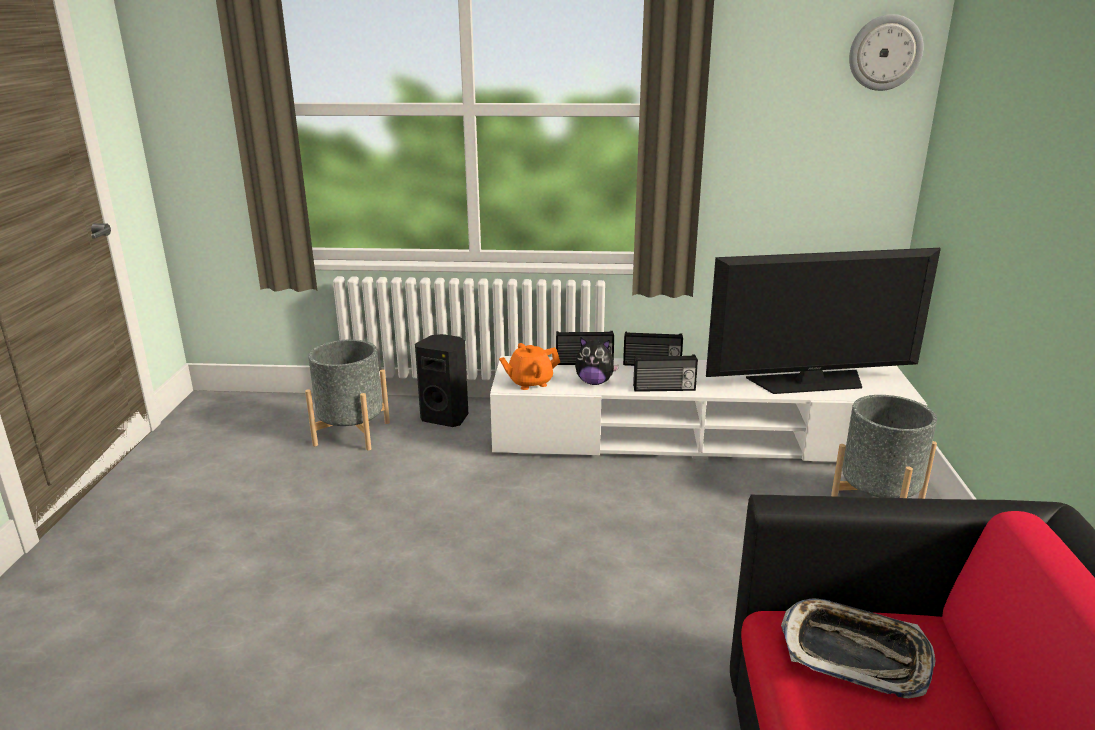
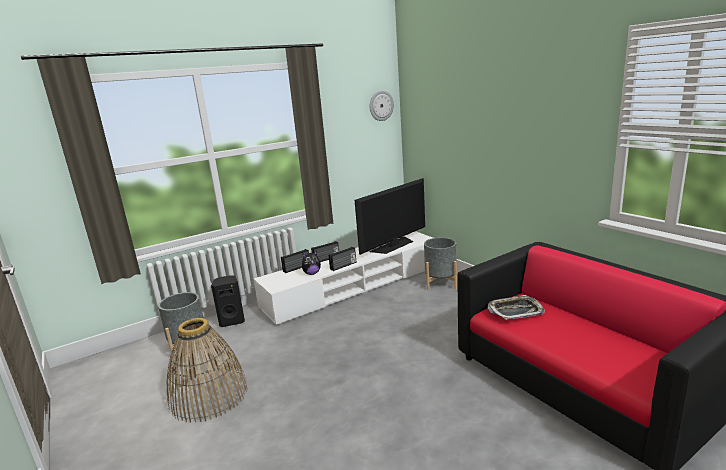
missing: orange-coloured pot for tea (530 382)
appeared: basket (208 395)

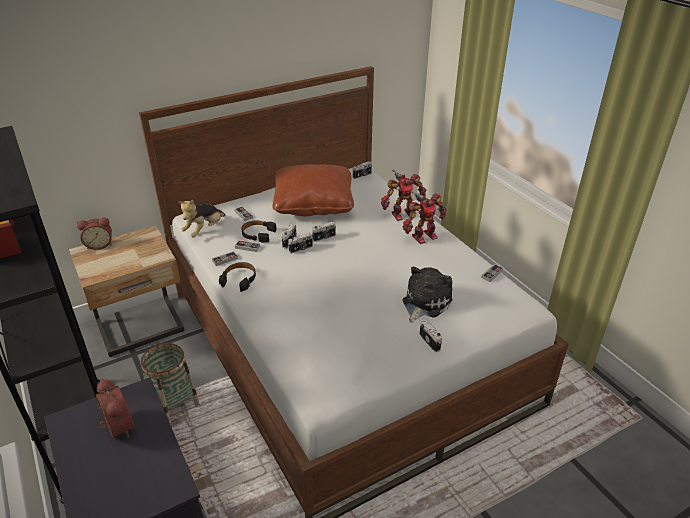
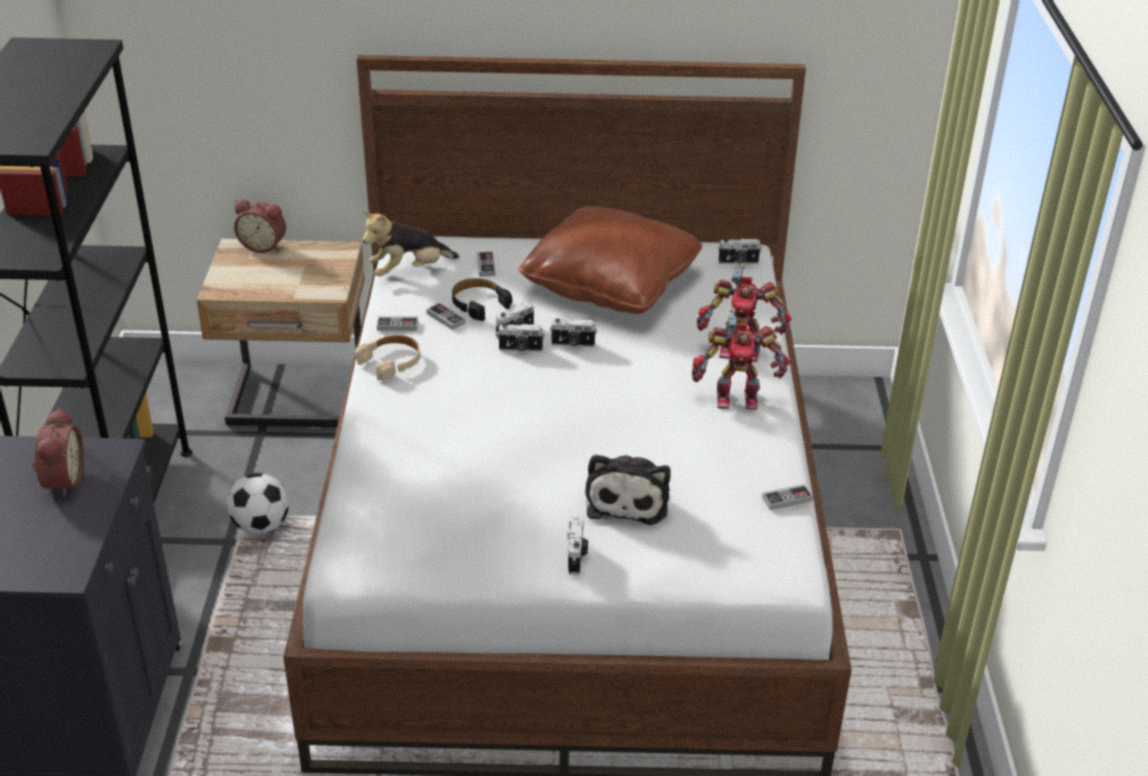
exchanged: basket (174 404) to football (261 526)
colour: blackish headset (239 279) to sand-coloured headset (391 362)
spun: soft toy (424 303) = (628 499) 120 degrees clockwise

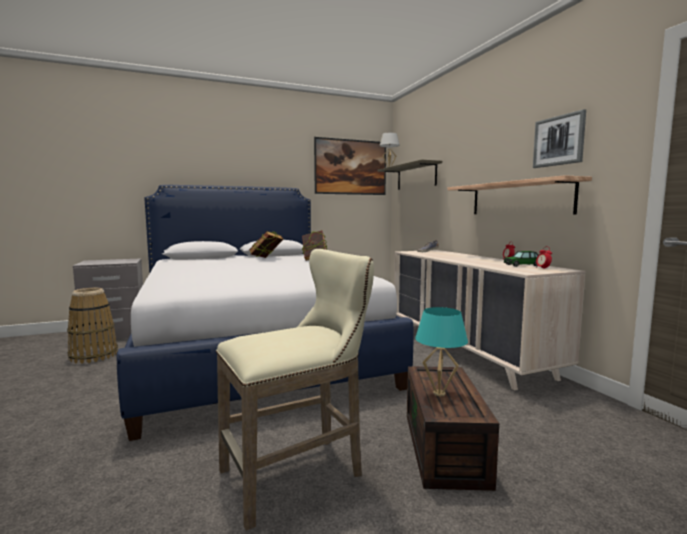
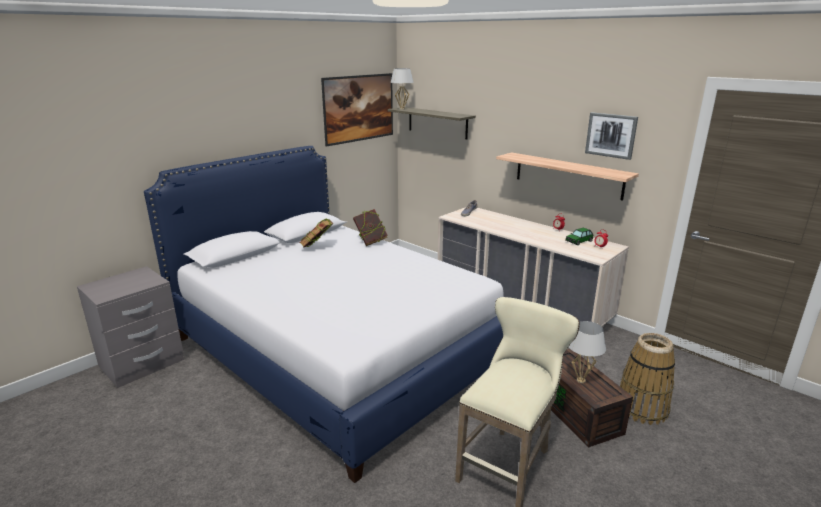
relocated: basket (93 356) to (641 408)
colour: turquoise-coloured table lamp (439 393) to white table lamp (581 380)

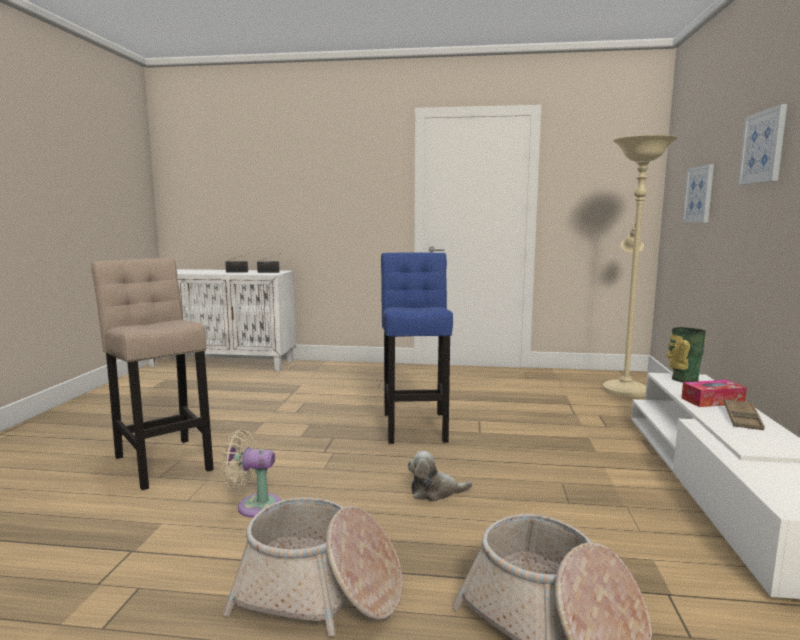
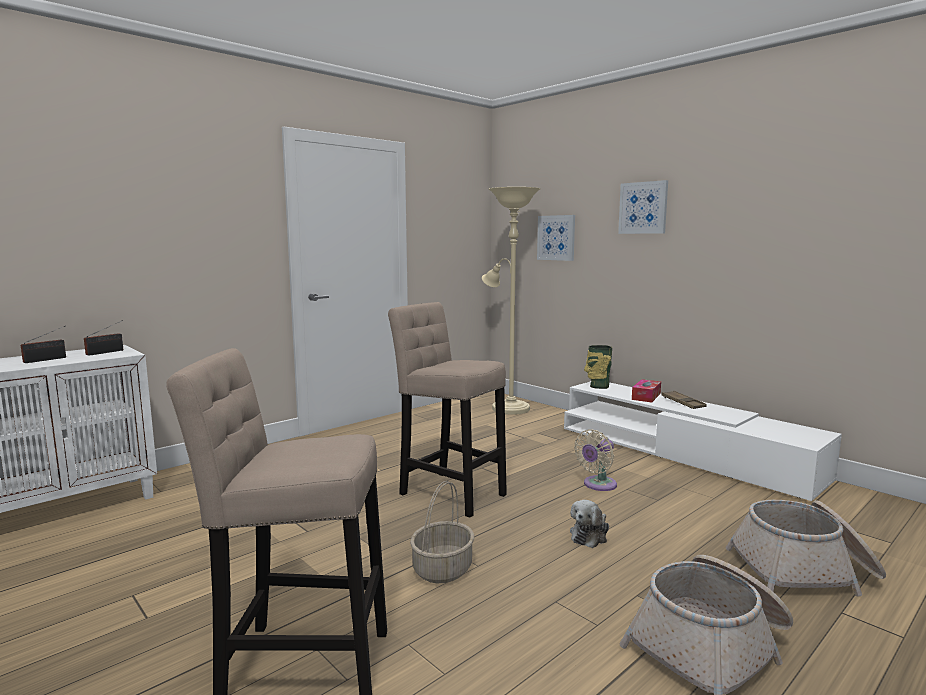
appeared: basket (442 569)
relocated: sand-coloured fan (254 506) to (597 485)
colour: blue stool (415 425) to sand-coloured stool (449 492)

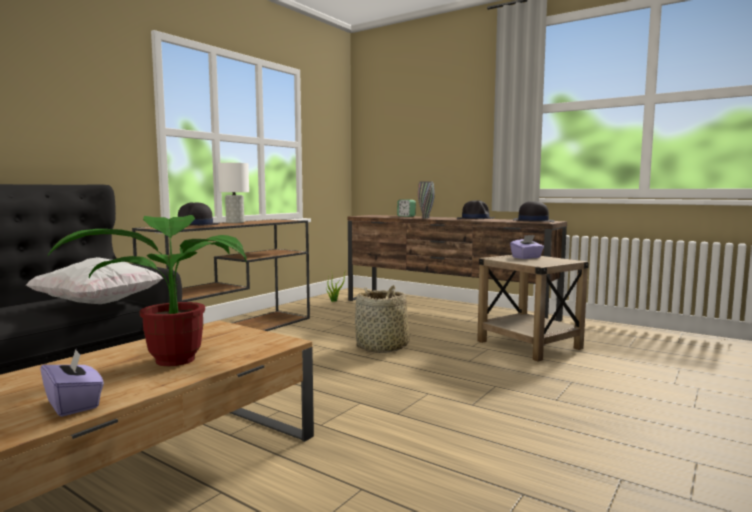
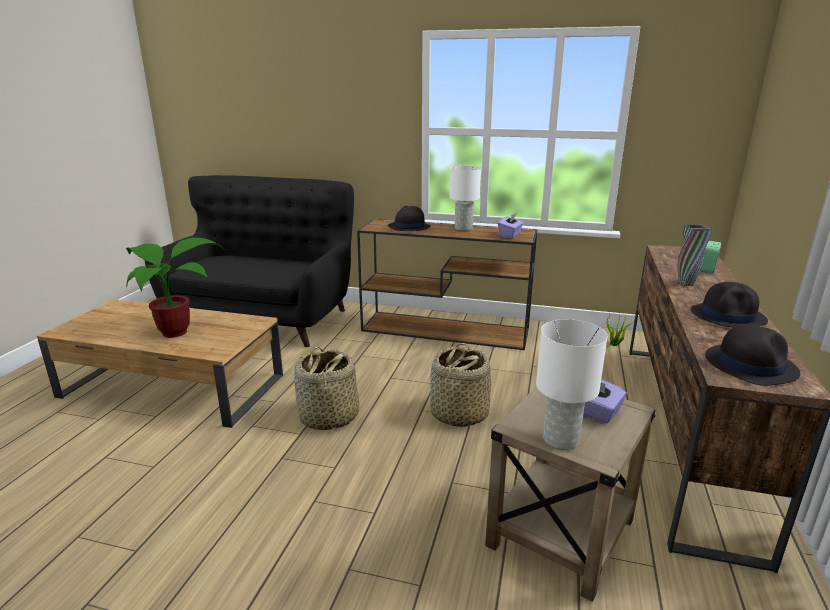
missing: white pillow (99 304)
appeared: basket (328 417); white table lamp (562 439)
relocated: purple-coloured box of tissues (74 404) to (510 235)

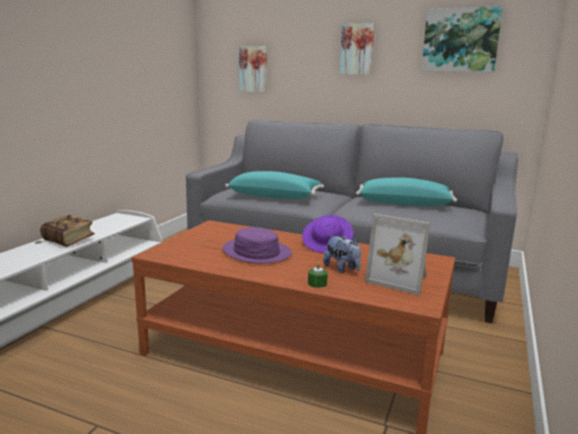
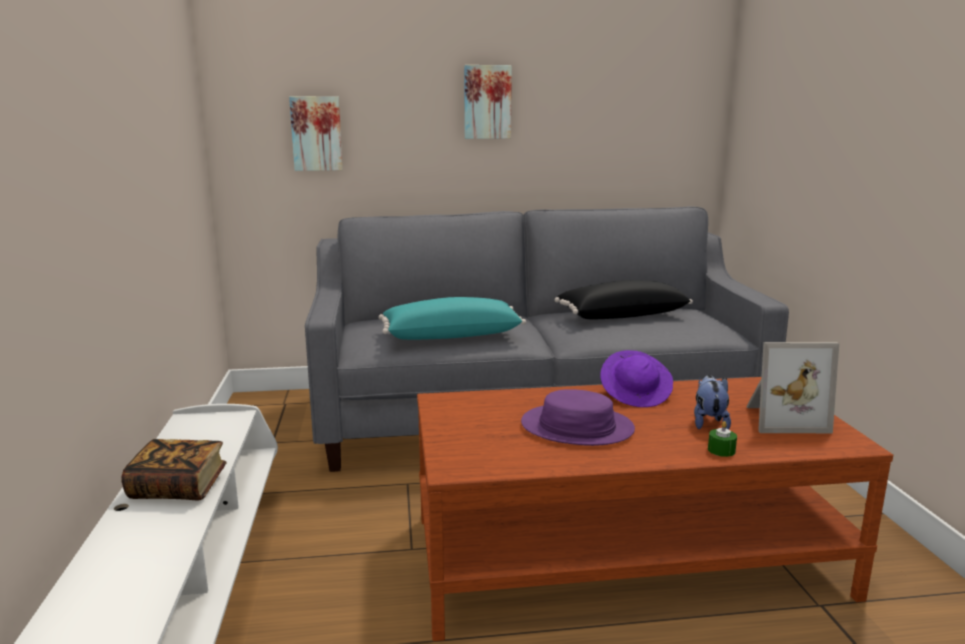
missing: wall art (460 40)
colour: turquoise-coloured pillow (404 203) to blackish pillow (621 315)
spun: soft toy (342 269) = (709 422) 105 degrees counterclockwise

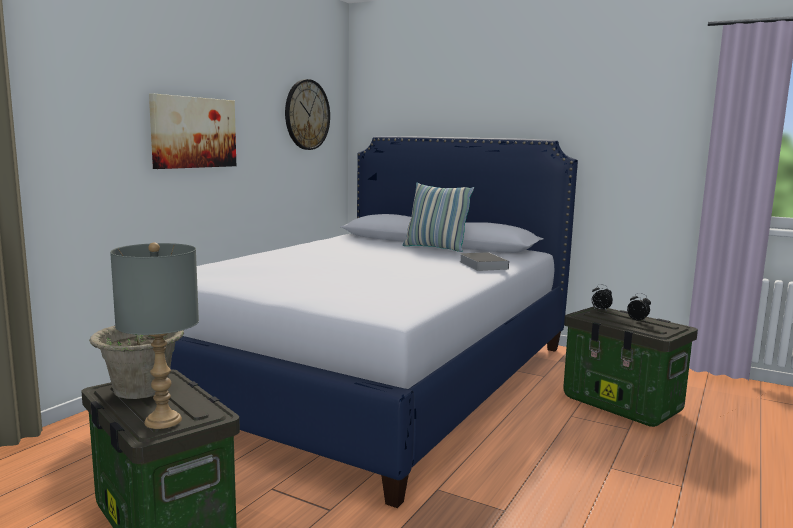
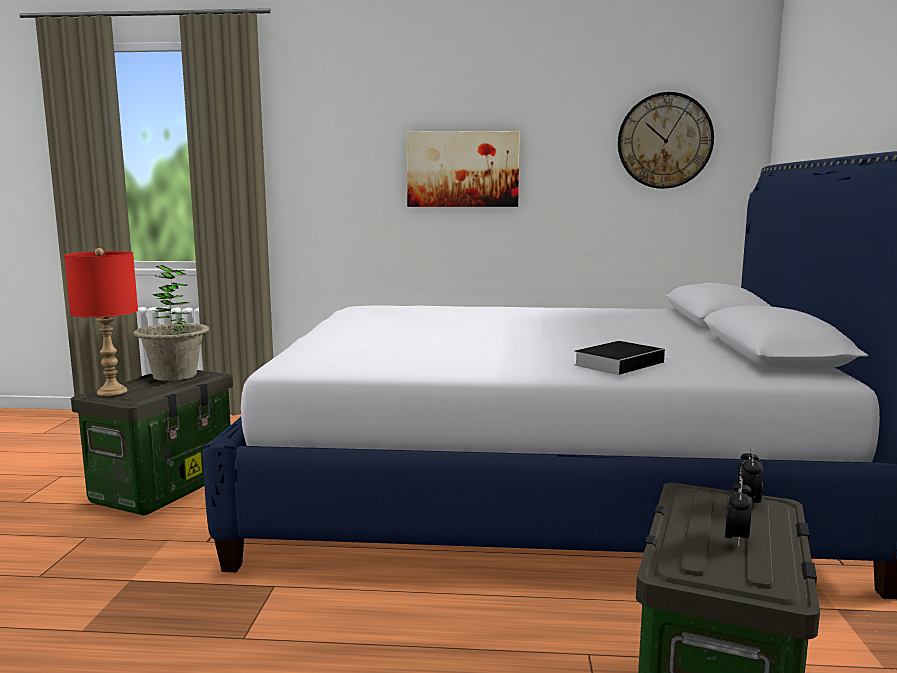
missing: pillow (435 248)
colour: greyish table lamp (164 420) to reddish table lamp (112 392)

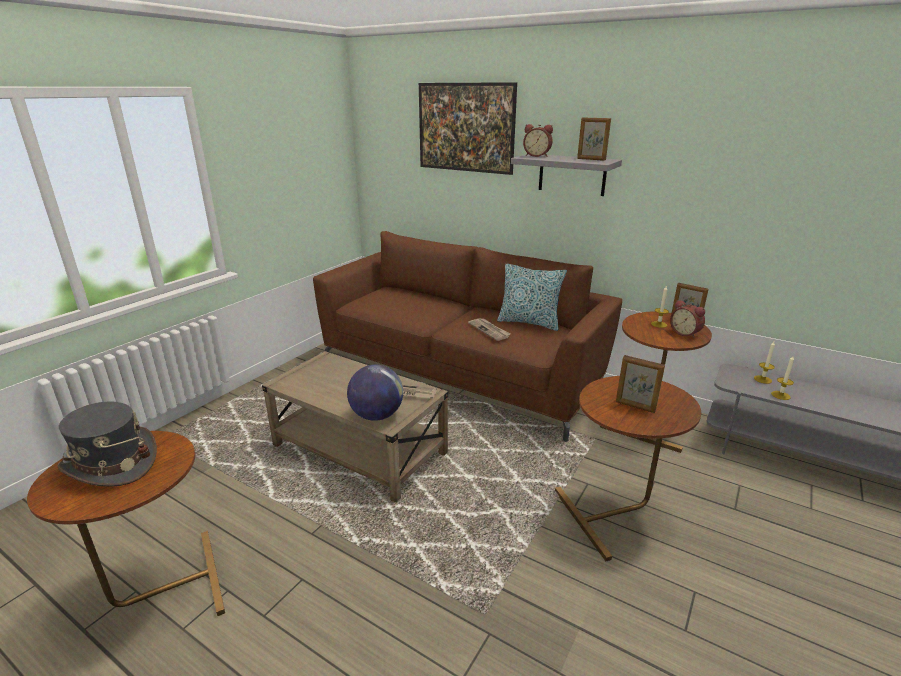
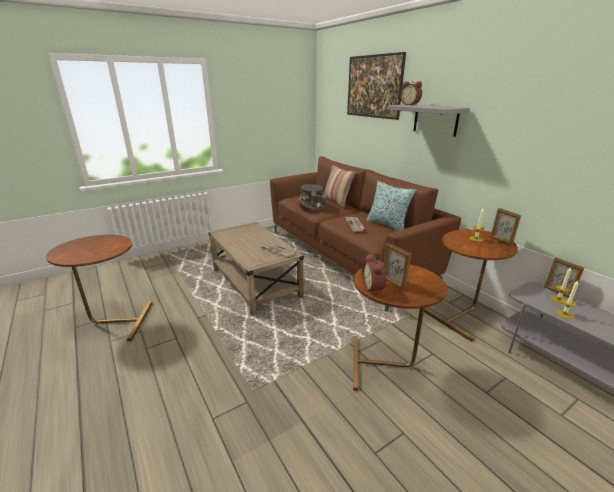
missing: globe (376 415)
appeared: pillow (336 202)
relocated: greyish clothing hat (111 464) to (311 206); bedside clock (685 333) to (374 287); photo frame (591 159) to (557 292)

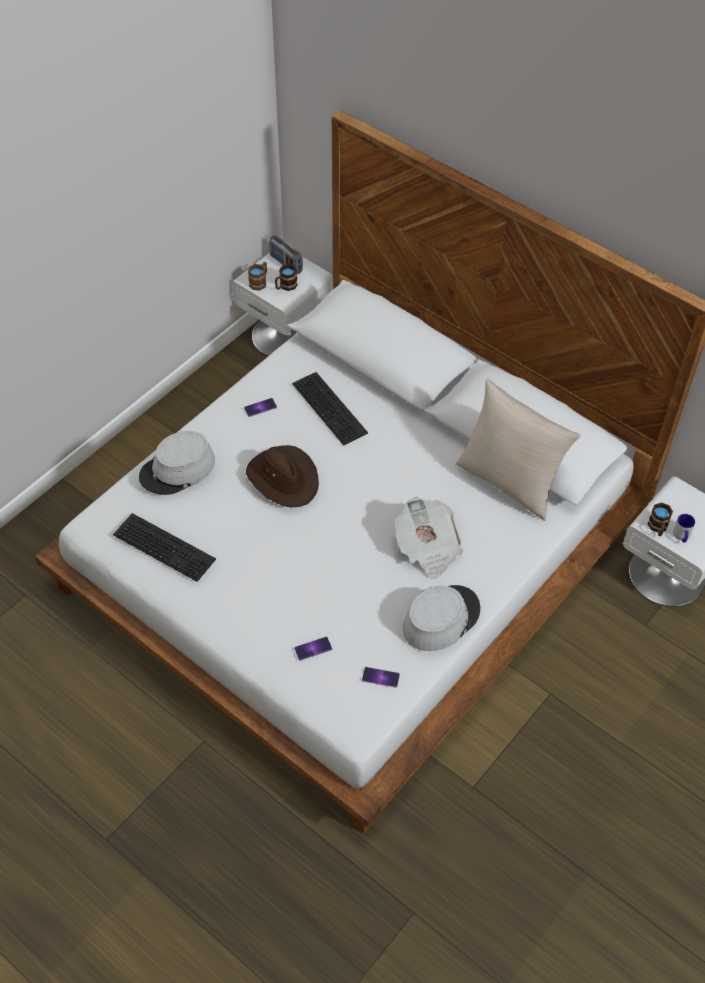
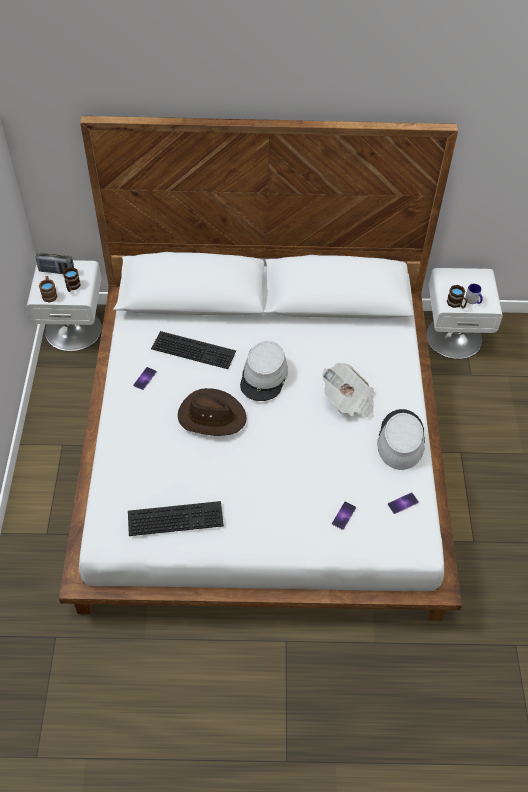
missing: sand-coloured pillow (509 481)
relocated: greyish clothing hat (177 469) to (264 376)

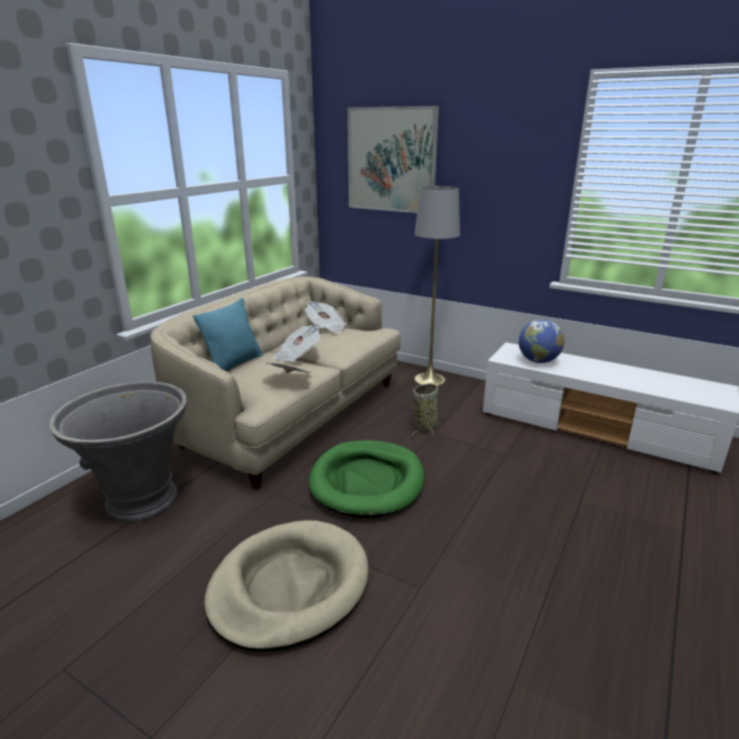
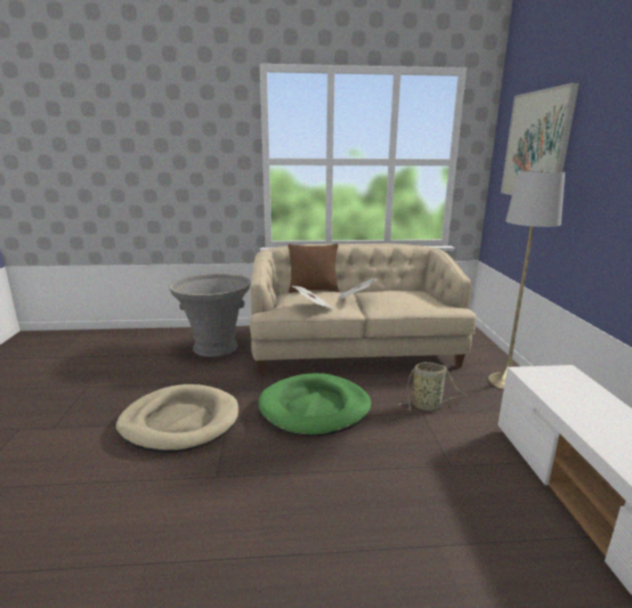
missing: newspaper (326 328); globe (538 361)
colour: turquoise-coloured pillow (234 365) to brown-coloured pillow (313 290)

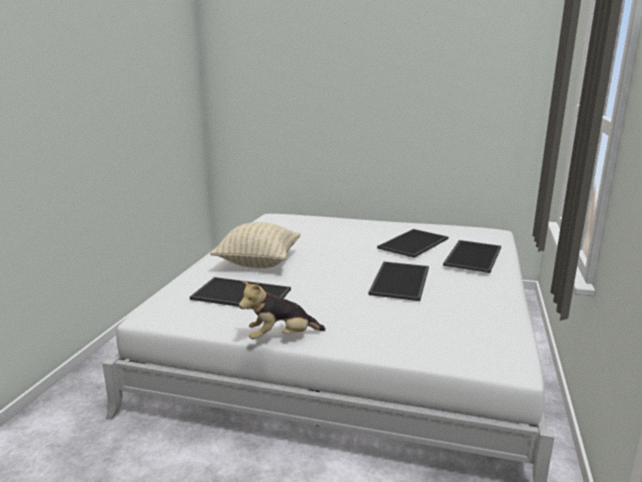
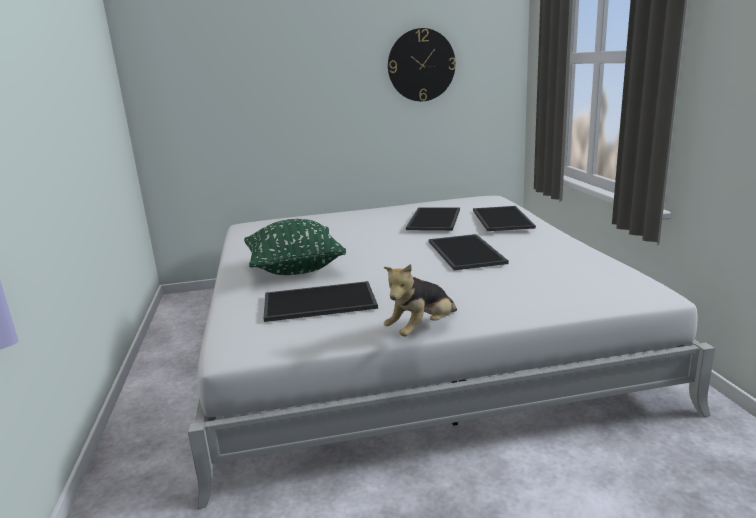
appeared: clock on the wall (421 65)
colour: sand-coloured pillow (258 263) to green pillow (295 269)

